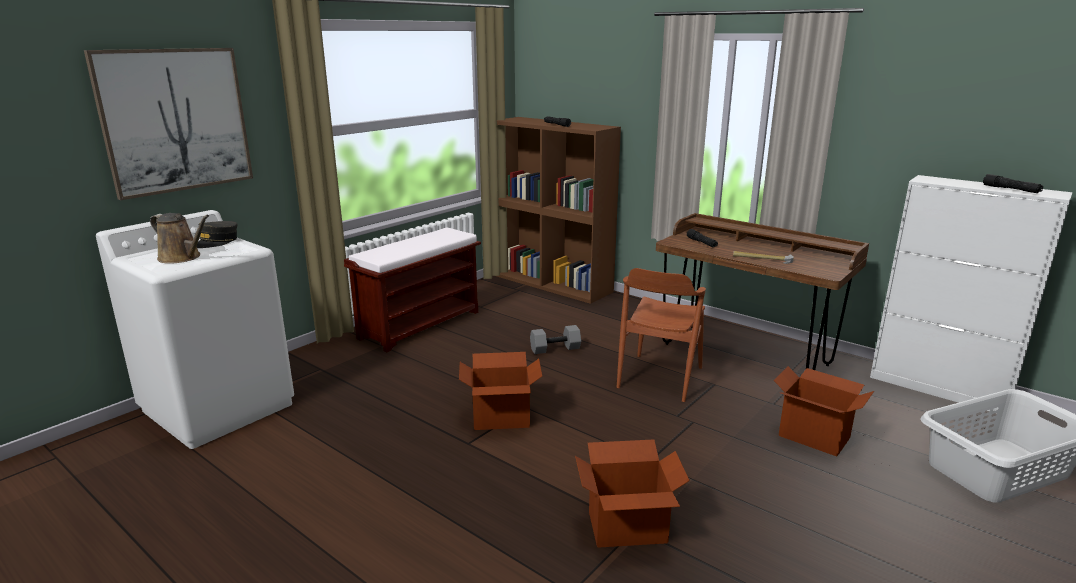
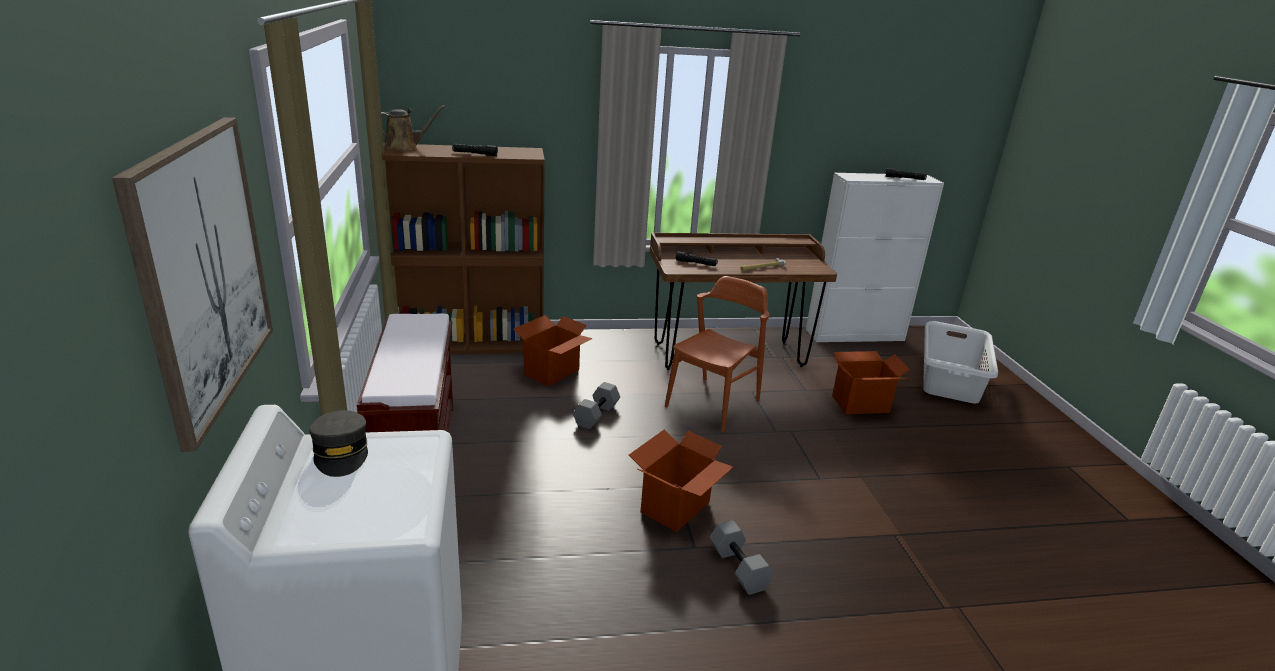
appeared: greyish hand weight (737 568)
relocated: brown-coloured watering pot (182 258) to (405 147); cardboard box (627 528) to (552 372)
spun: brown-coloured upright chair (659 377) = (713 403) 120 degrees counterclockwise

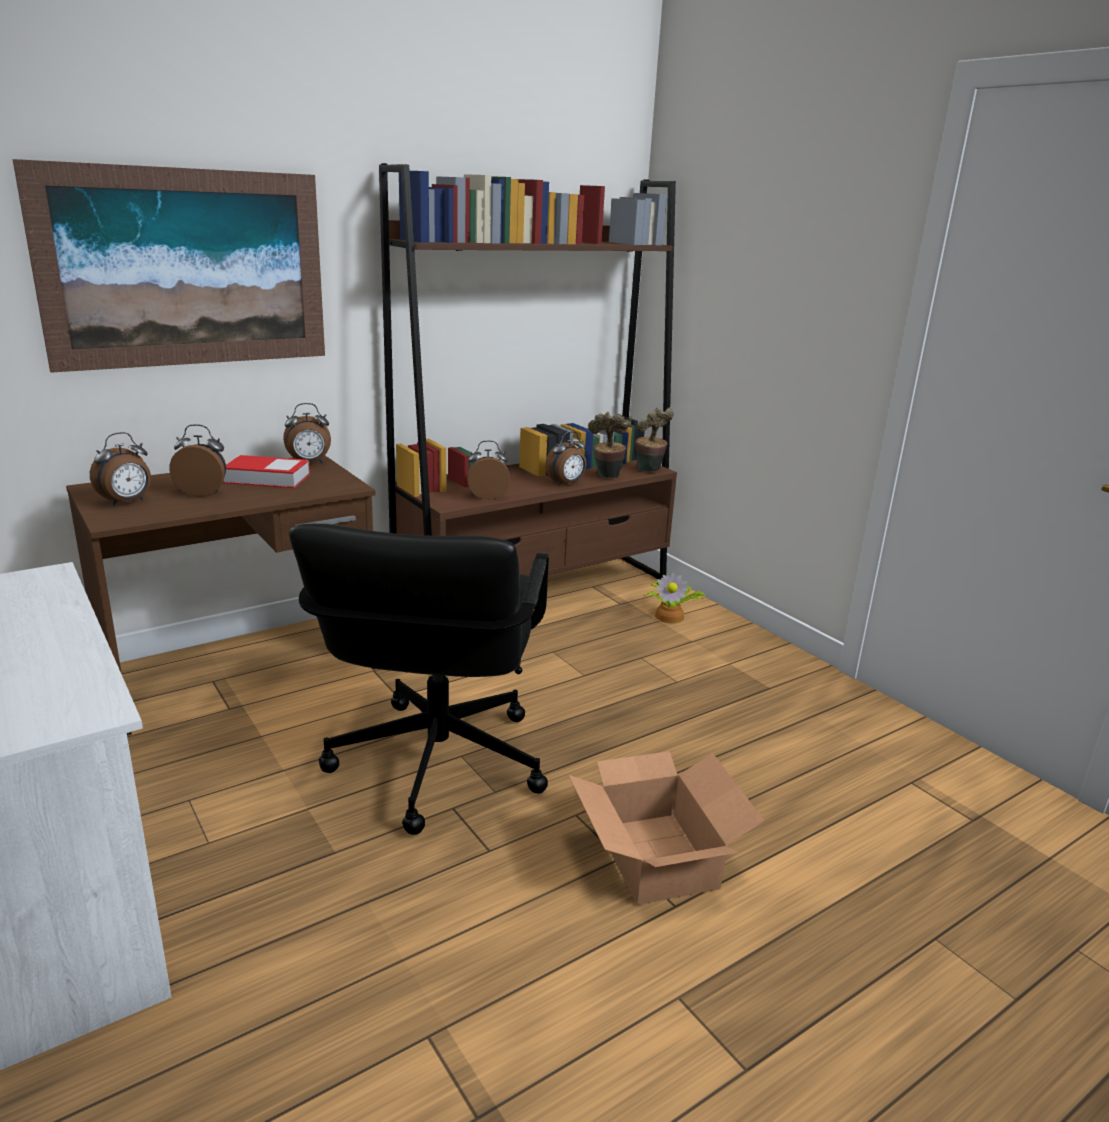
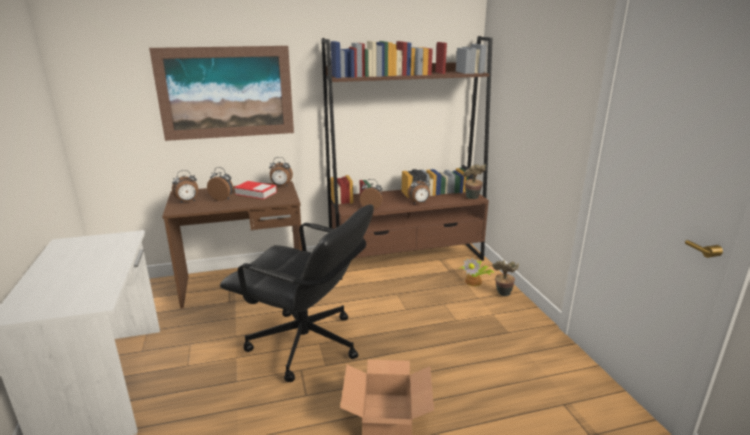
relocated: potted plant (607 477) to (502 294)
spun: blackish computer chair (435 763) = (305 345) 90 degrees counterclockwise

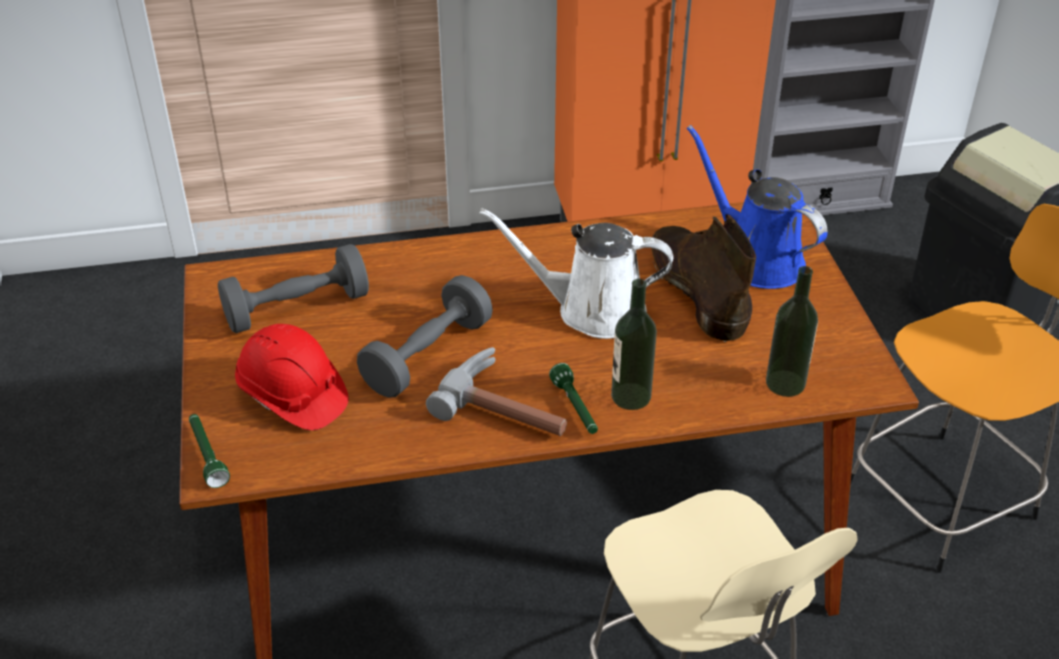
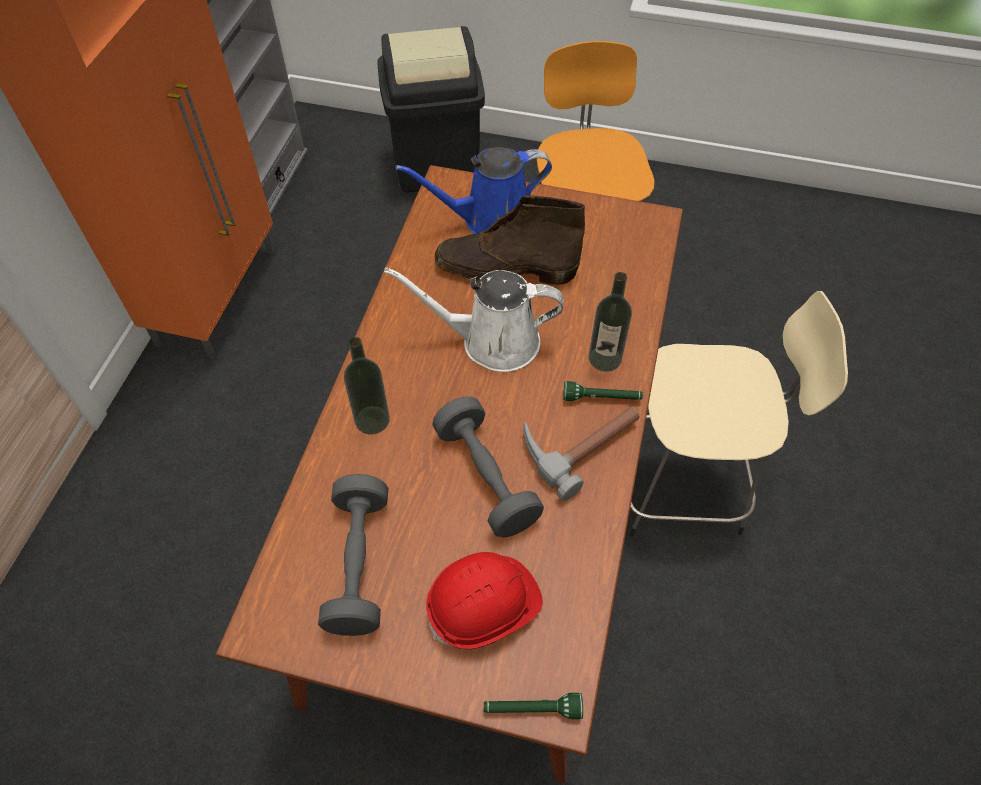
relocated: drink bottle (785 383) to (372 420)
spun: white watering pot (592 310) = (492 341) 60 degrees clockwise

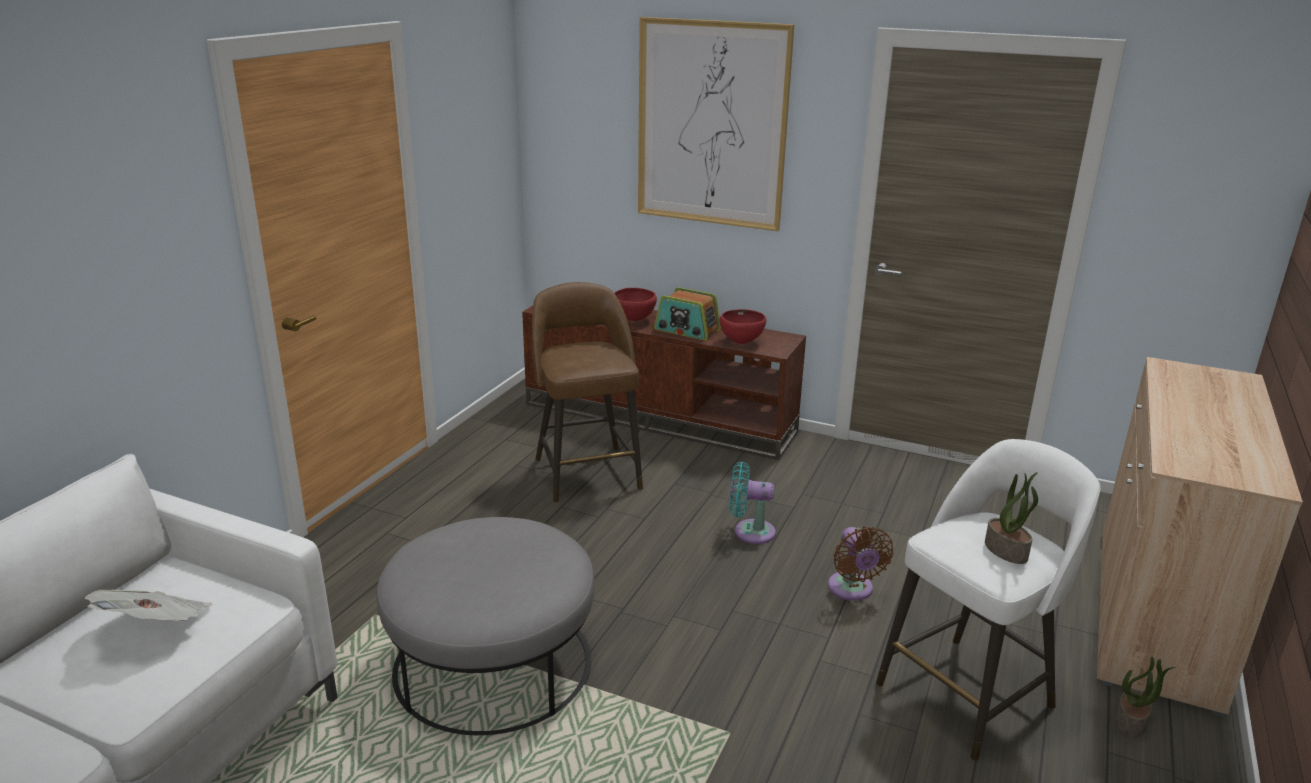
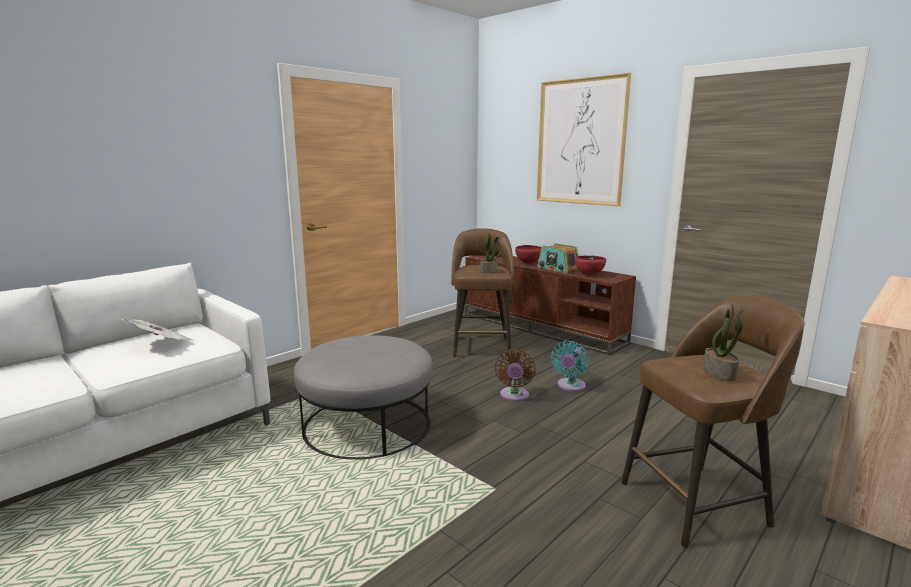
relocated: potted plant (1131 722) to (489 271); brown-coloured fan (852 590) to (514 396)
colour: white stool (968 693) to brown-coloured stool (697 503)
spun: turquoise-coloured fan (750 531) = (570 386) 90 degrees counterclockwise

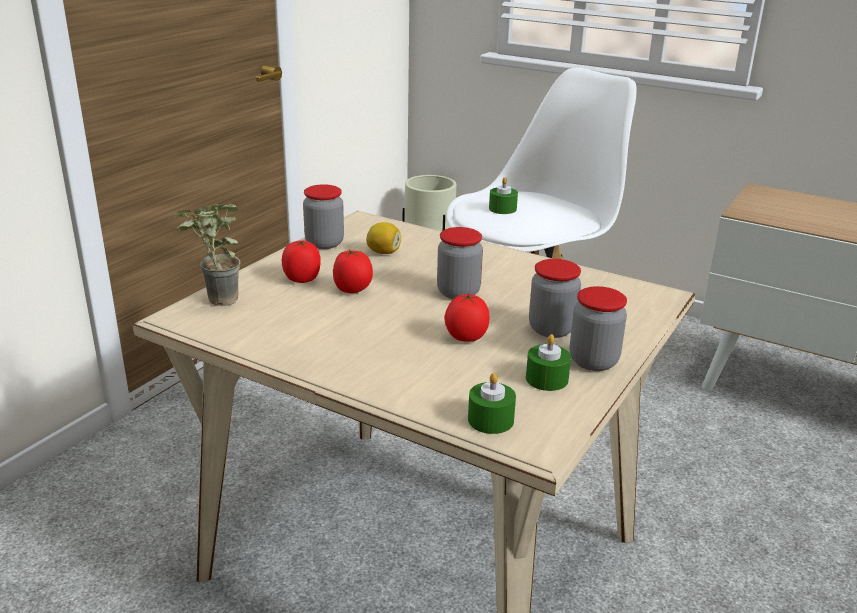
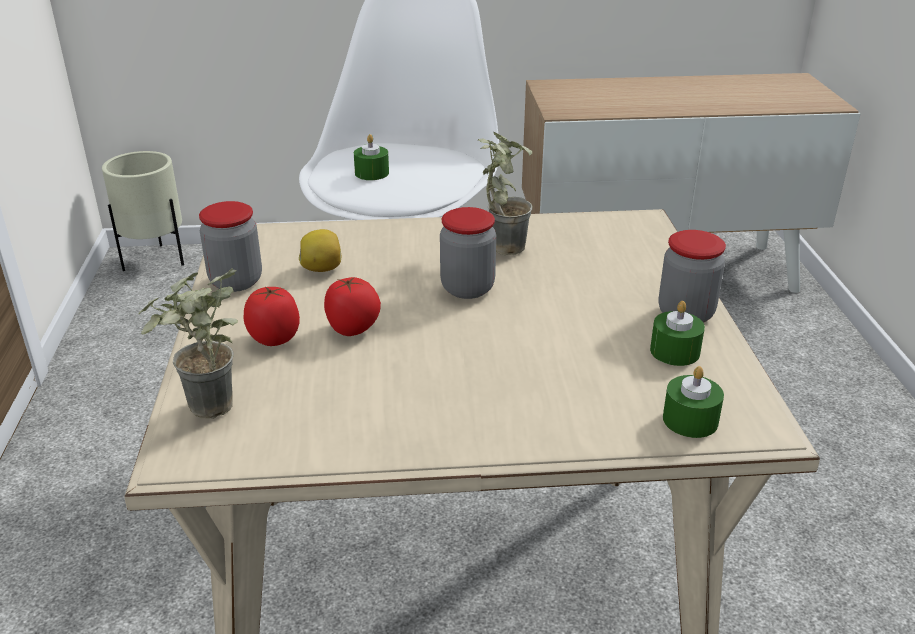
missing: tomato (465 338); jar (551 329)
appeared: potted plant (500 245)

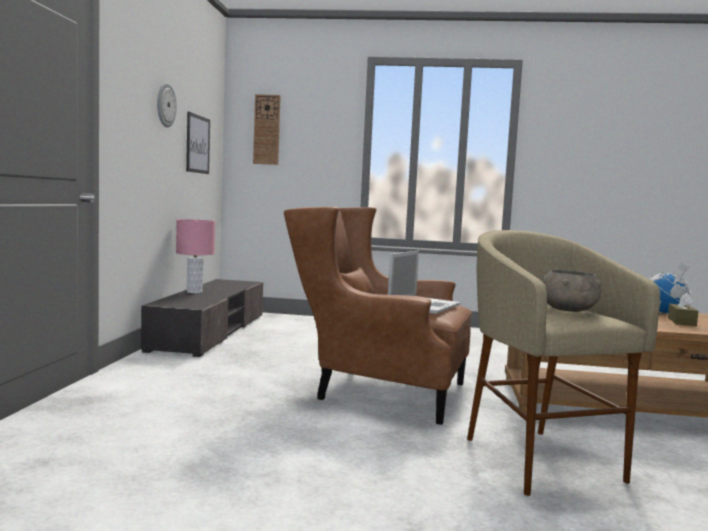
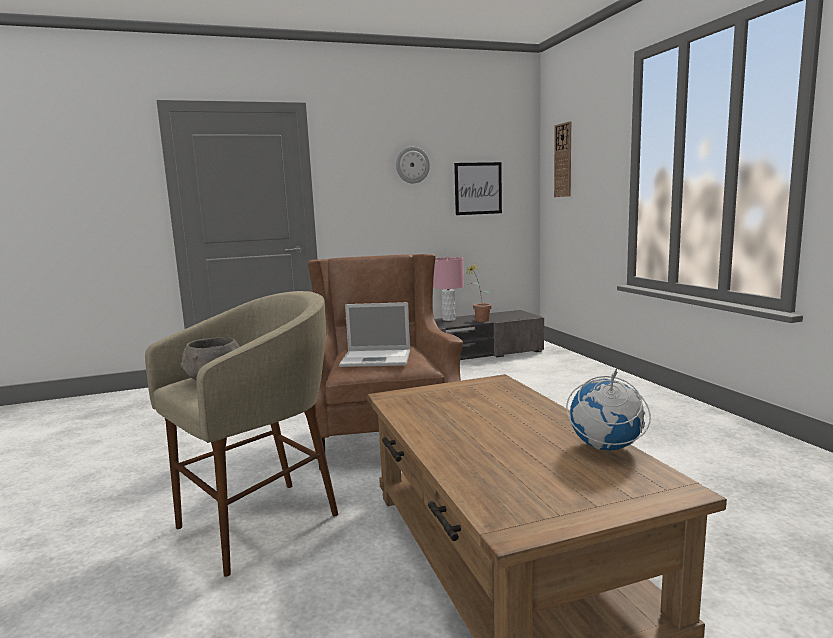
missing: brown-coloured box of tissues (681 322)
appeared: potted plant (479 321)

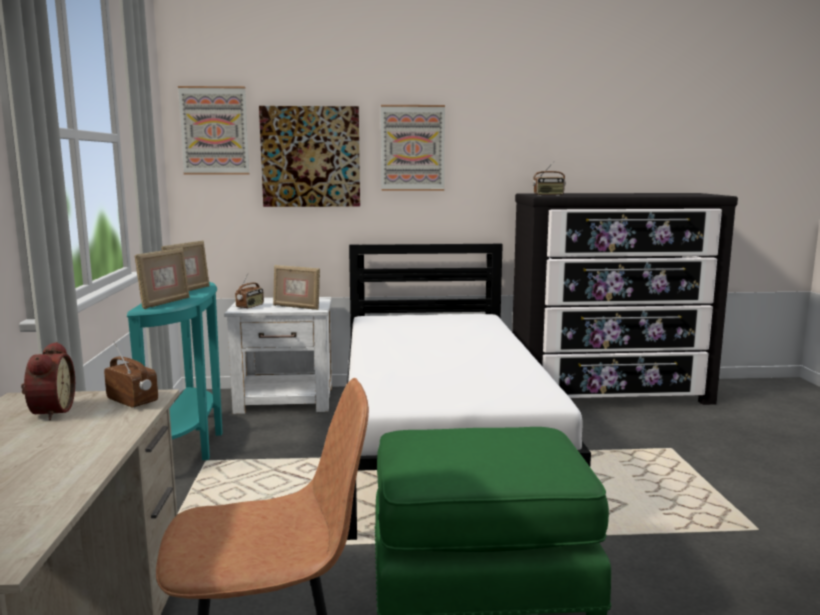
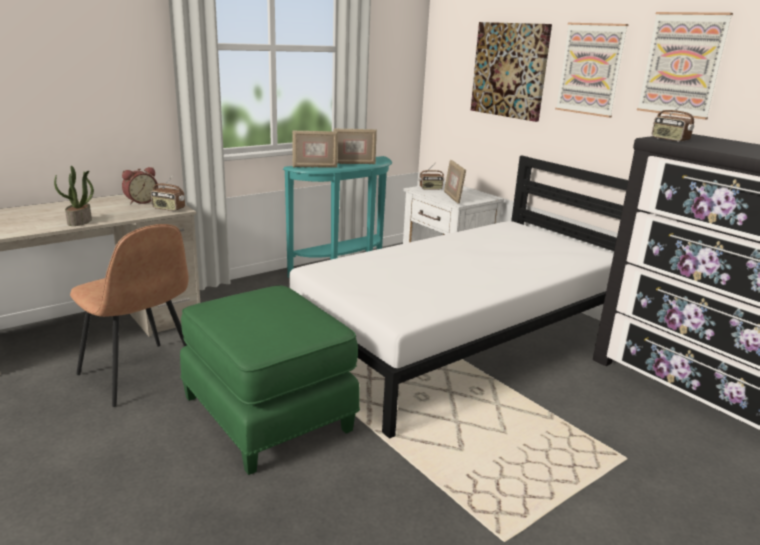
appeared: potted plant (80 221)
relocated: wall art (214 131) to (682 65)
spun: radio (133 401) = (168 209) 105 degrees clockwise

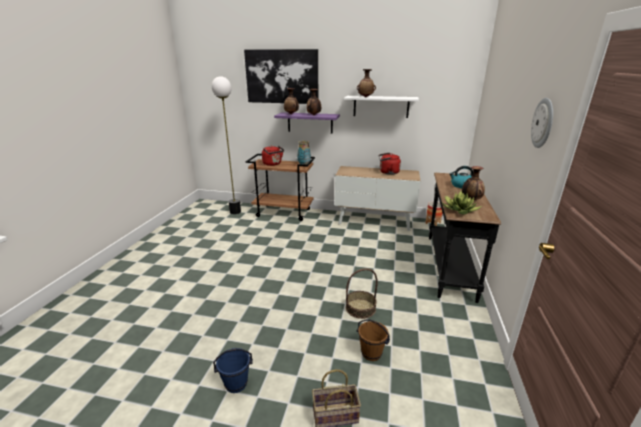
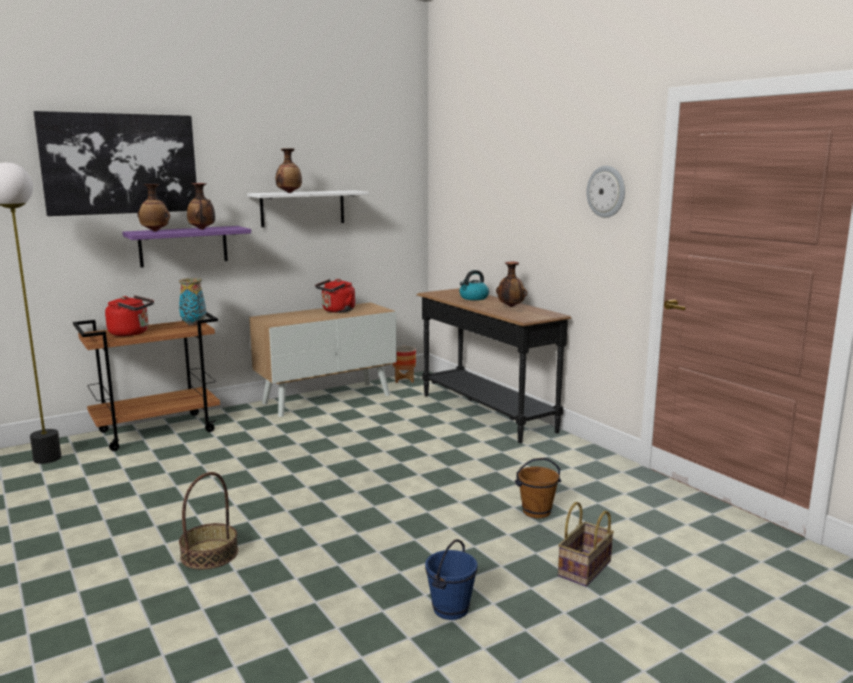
missing: potted plant (459 210)
relocated: basket (360 308) to (209 554)

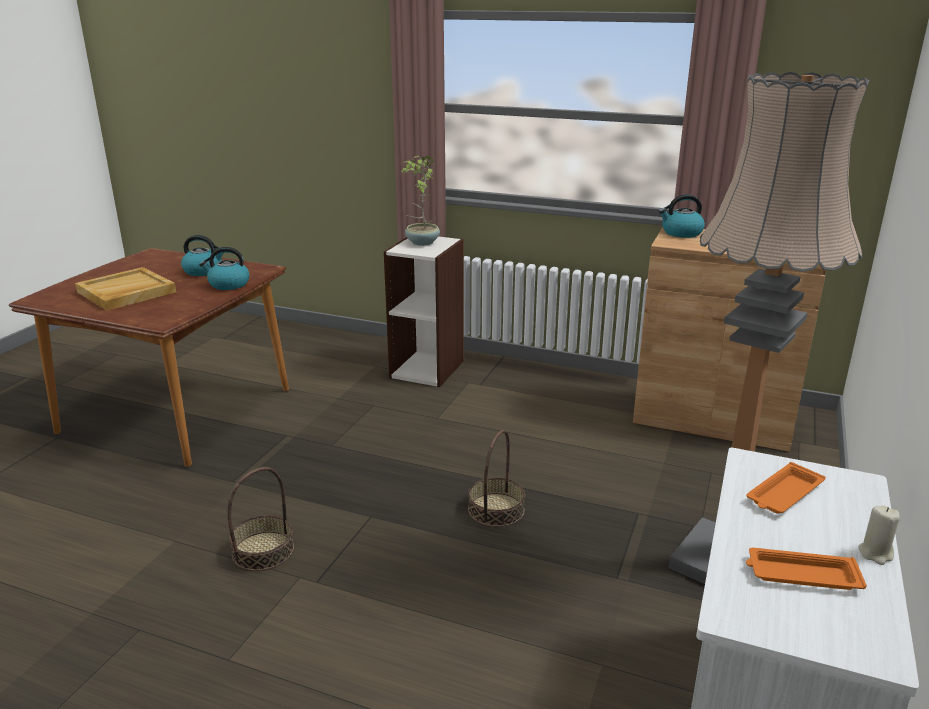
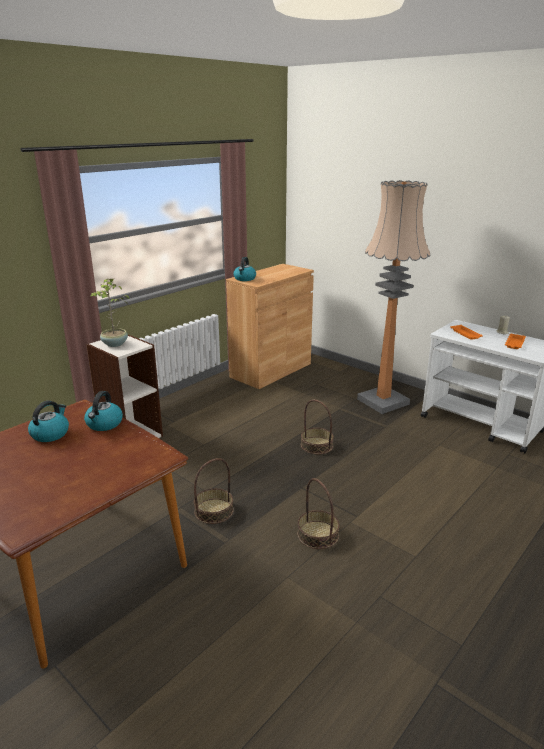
missing: sand-coloured tray (126 292)
appeared: basket (214 511)

